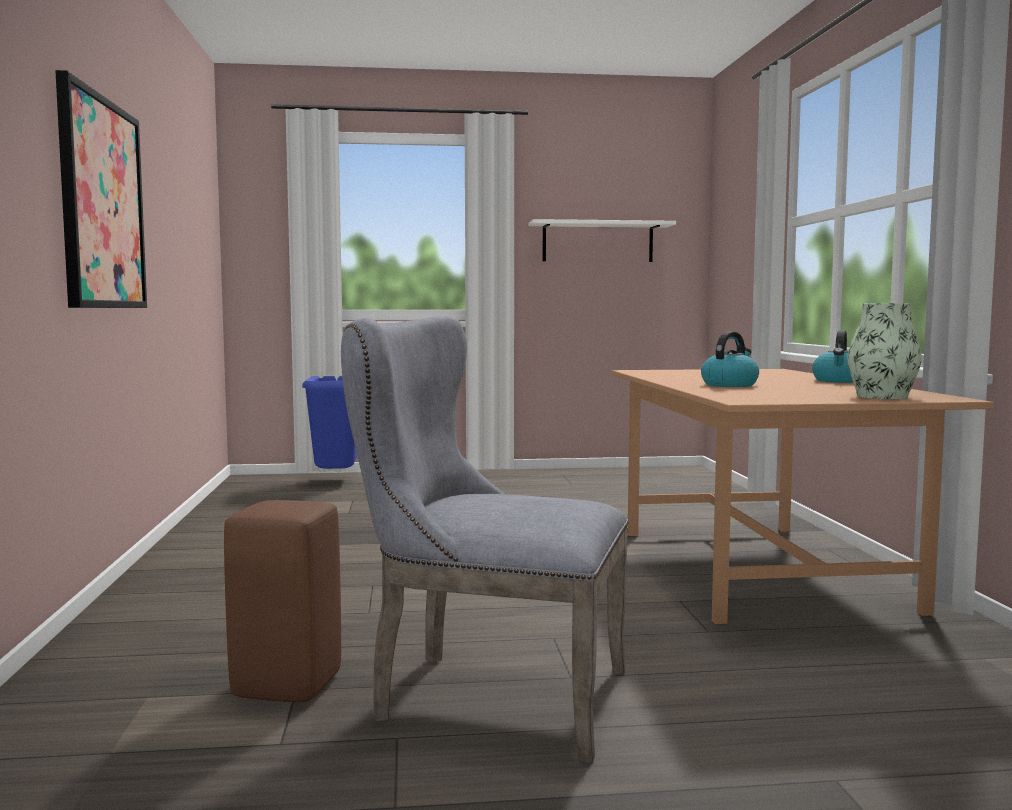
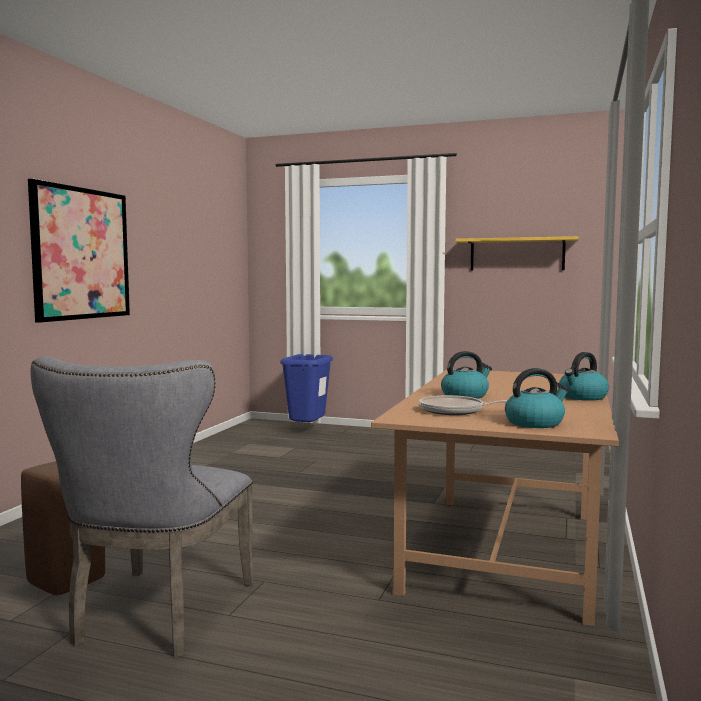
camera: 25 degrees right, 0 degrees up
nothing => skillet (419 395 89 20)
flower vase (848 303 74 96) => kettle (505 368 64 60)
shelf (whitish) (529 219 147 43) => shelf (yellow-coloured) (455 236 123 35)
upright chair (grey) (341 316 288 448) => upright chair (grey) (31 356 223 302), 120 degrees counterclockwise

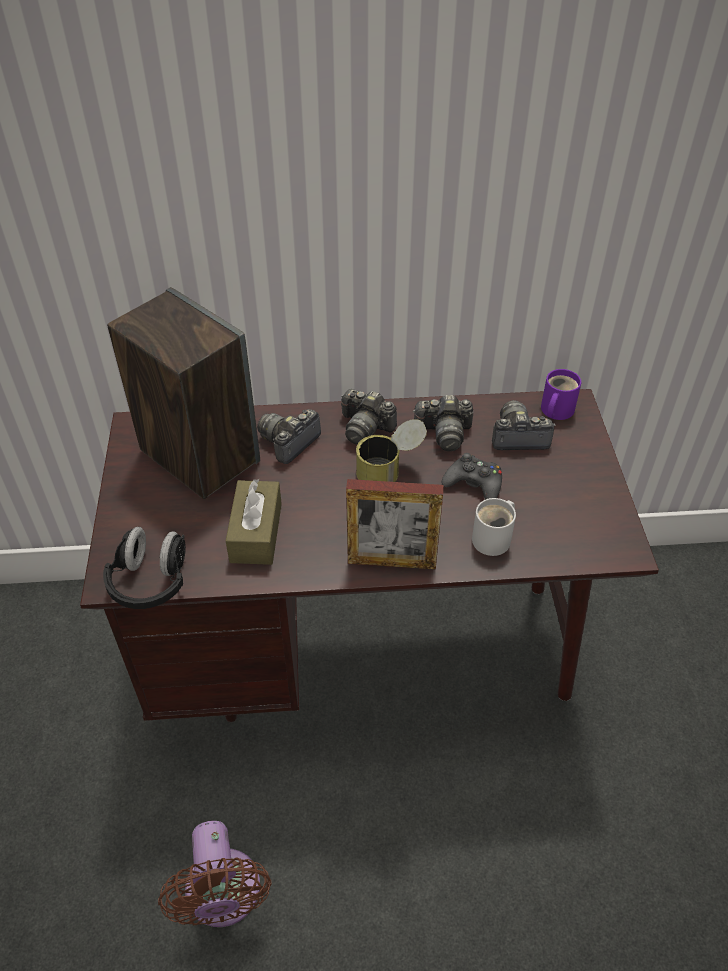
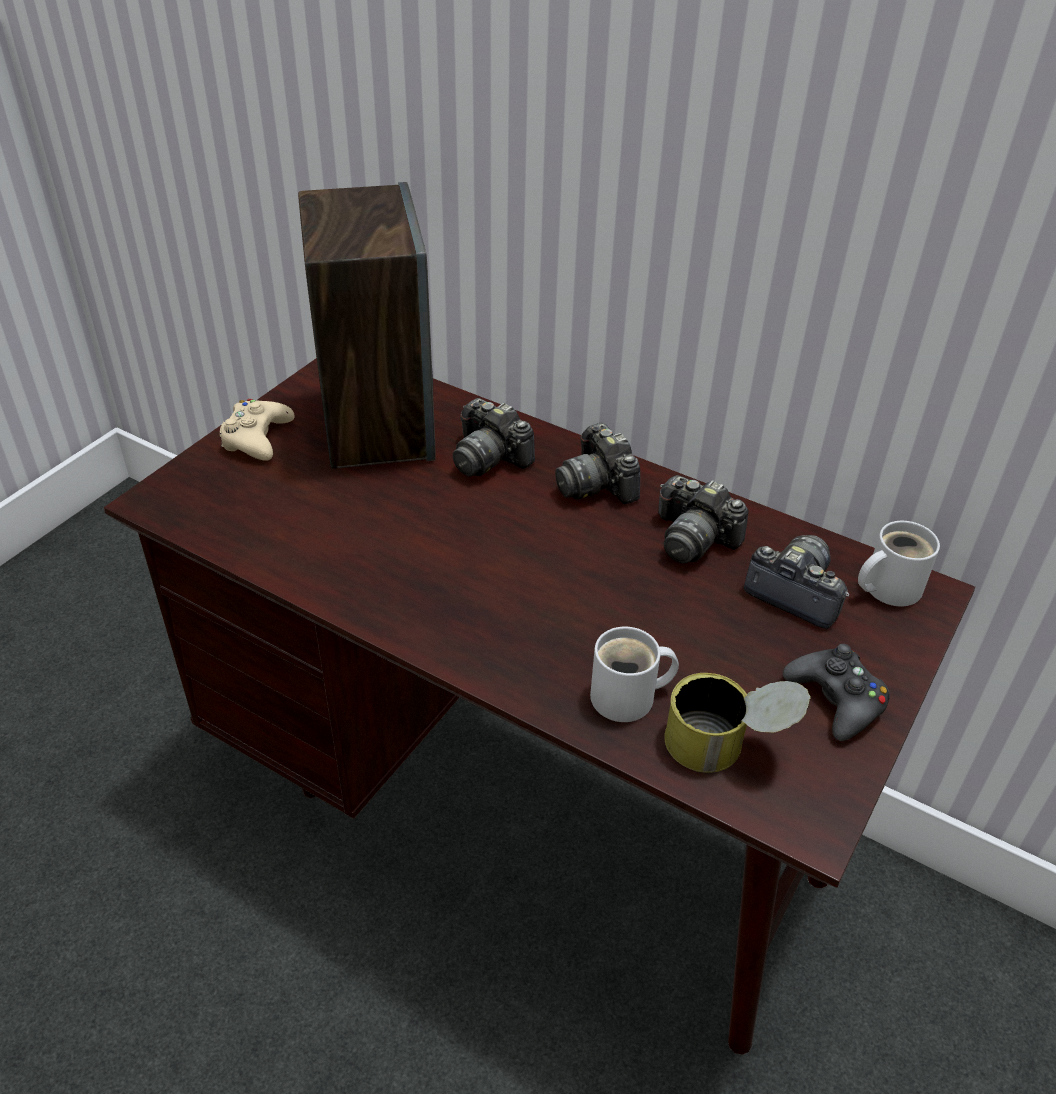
camera: 35 degrees right, 5 degrees down
headset (blackish) (103 527 83 82) => nothing
electric fan (brown) (158 821 114 106) => nothing
box of tissues (brown) (226 479 56 86) => nothing
picture frame (346 479 97 91) => nothing
nothing => gamepad (beige-coloured) (220 399 75 62)
metal can (356 419 71 63) => metal can (664 673 147 100), moved
gamepad (blackish) (442 453 60 47) => gamepad (blackish) (783 644 107 97), moved
tea mug (purplish) (541 369 40 51) => tea mug (whitish) (858 521 82 85)
still camera (257 409 64 55) => still camera (453 398 82 79), 120 degrees counterclockwise

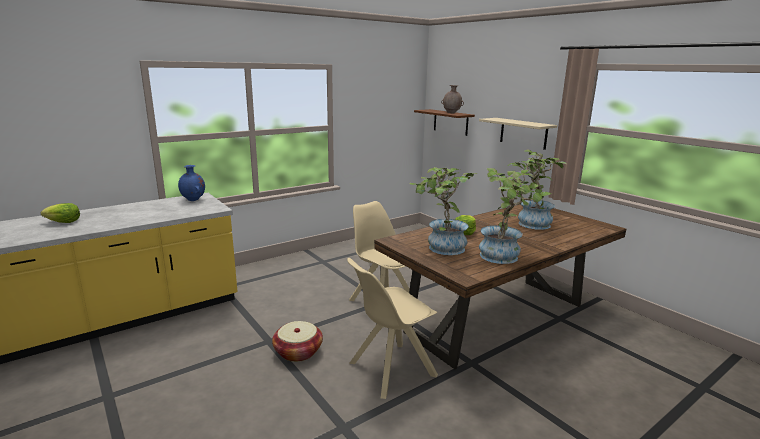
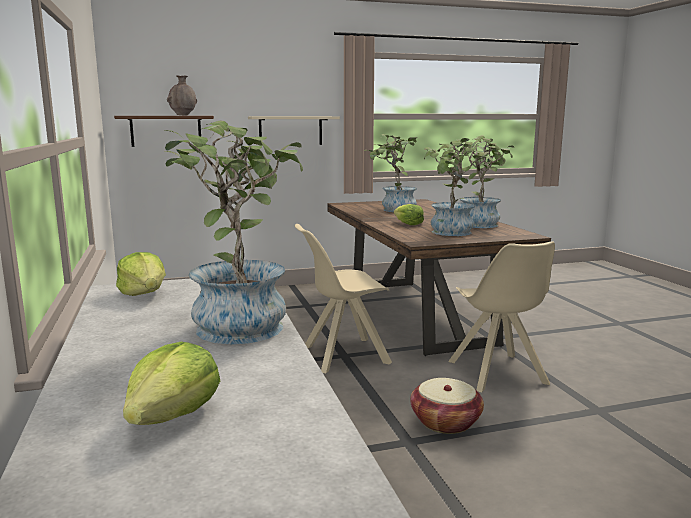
camera: 70 degrees left, 5 degrees down
nothing => plant in a pot (163 120 140 224)
flower vase (blue-coloured) (178 165 27 36) => lettuce head (116 252 50 44)

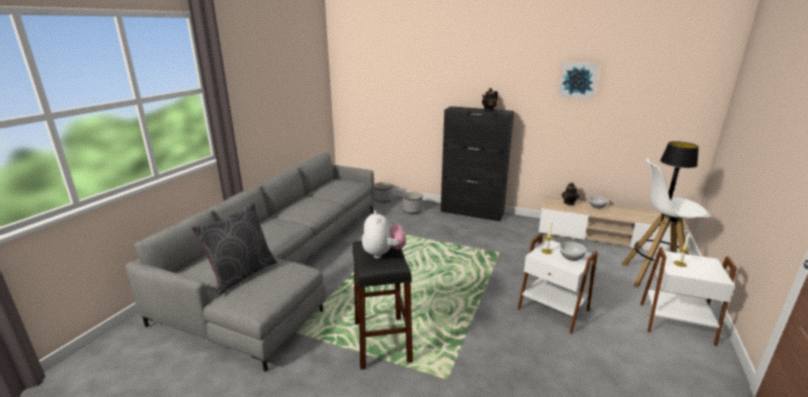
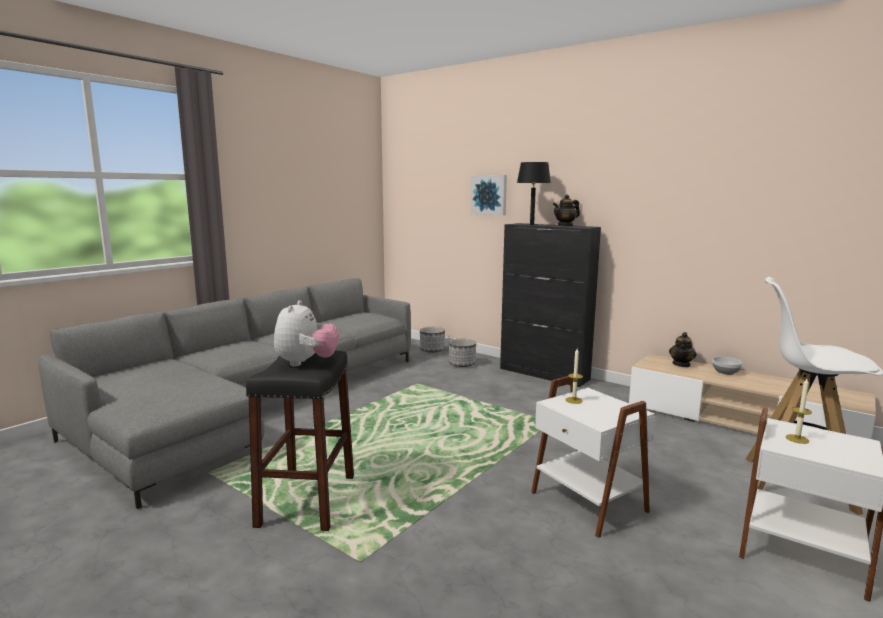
camera: 15 degrees right, 10 degrees down
pillow (grey) (191 202 86 93) => nothing
serving bowl (560 242 26 19) => nothing
wall art (559 62 41 37) => wall art (471 175 36 40), moved
table lamp (blackish) (660 141 39 59) => table lamp (blackish) (517 162 34 63), moved

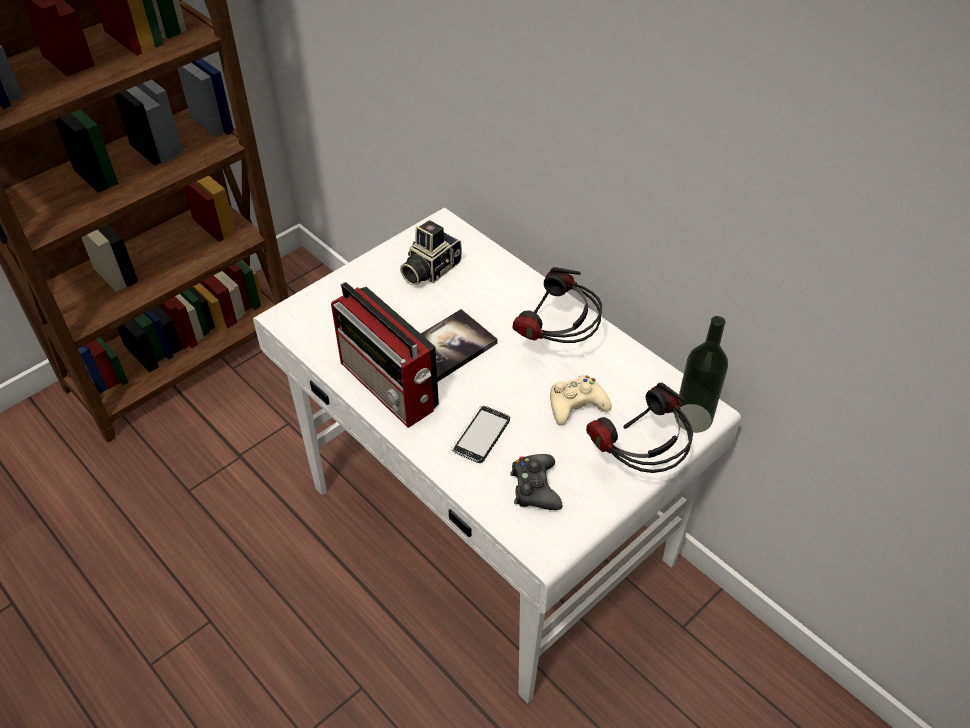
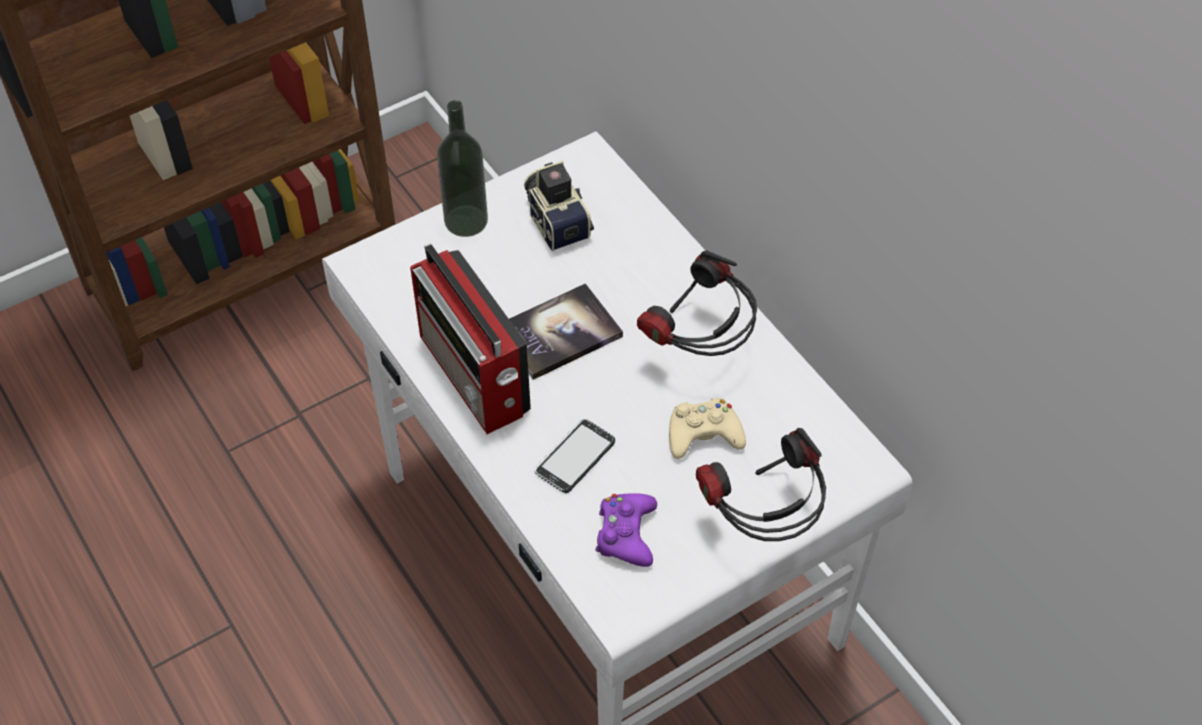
camera: 10 degrees right, 5 degrees up
bottle (675 316 53 117) => bottle (437 100 51 137), moved
gamepad (blackish) (510 454 52 56) => gamepad (purplish) (596 493 61 74)
still camera (400 220 62 65) => still camera (524 161 70 90), 105 degrees clockwise

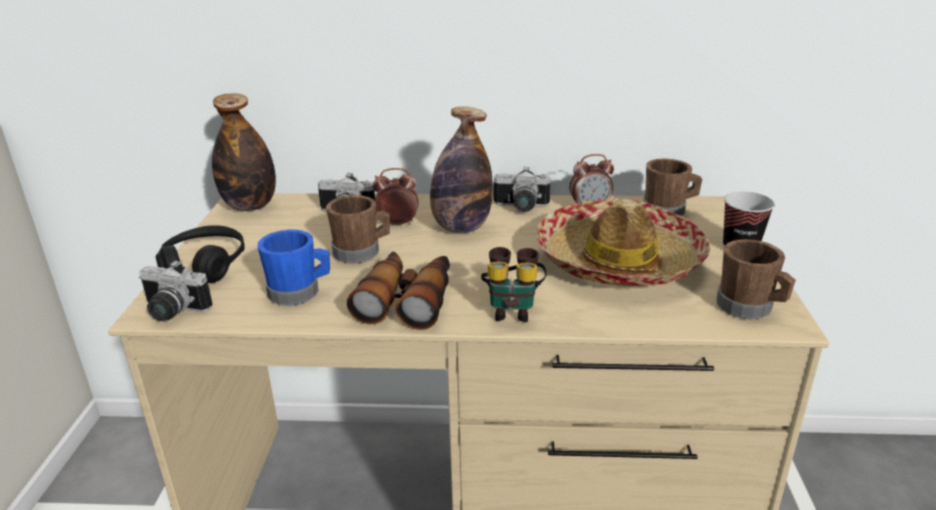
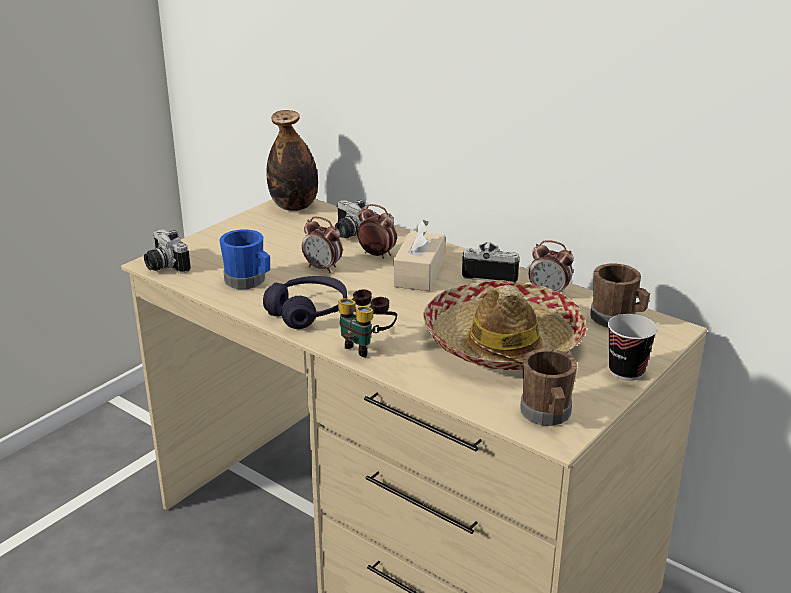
camera: 35 degrees right, 0 degrees up
headset (blackish) (156 225 89 58) => nothing
tea mug (brown) (326 195 64 69) => table clock (302 217 41 56)
binoculars (347 251 103 79) => headset (purplish) (263 276 84 53)
bottle (430 107 63 126) => box of tissues (beige-coloured) (393 219 52 72)
still camera (494 166 57 46) => still camera (462 242 57 41), 150 degrees clockwise

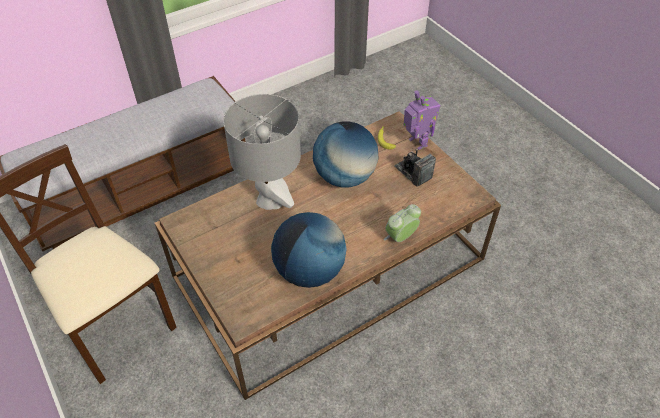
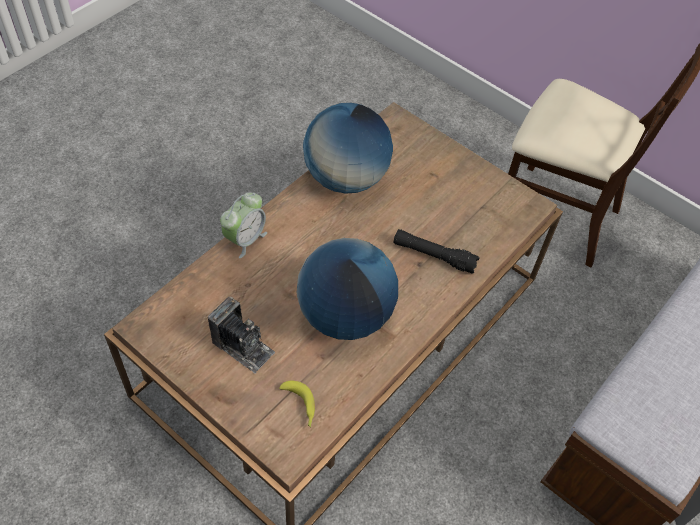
camera: 160 degrees right, 5 degrees up
toy robot (404 90 36 60) => nothing
table lamp (grey) (223 94 78 116) => torch (blackish) (393 229 86 45)

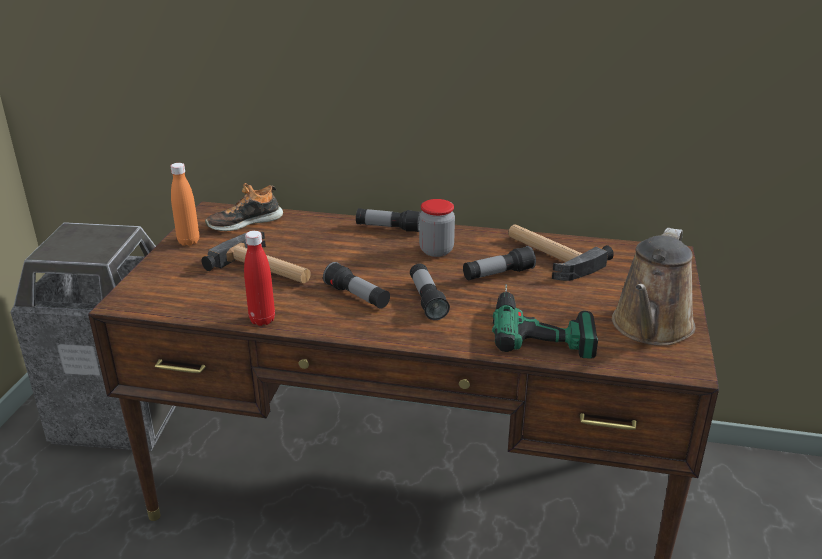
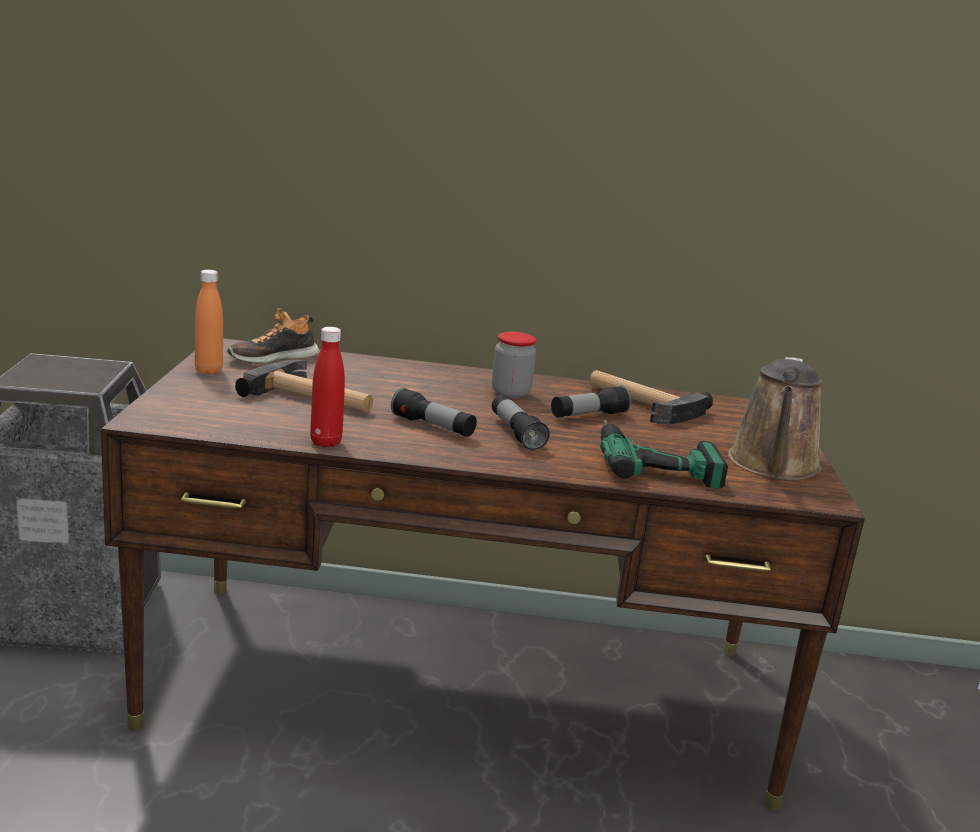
camera: 10 degrees left, 10 degrees down
torch (356 208 65 24) => nothing

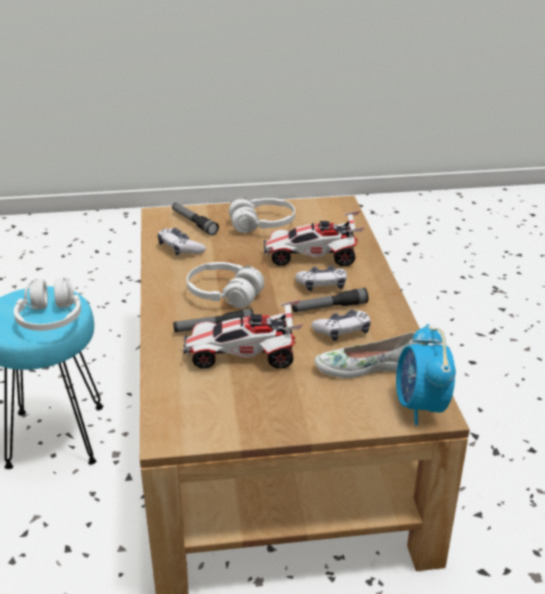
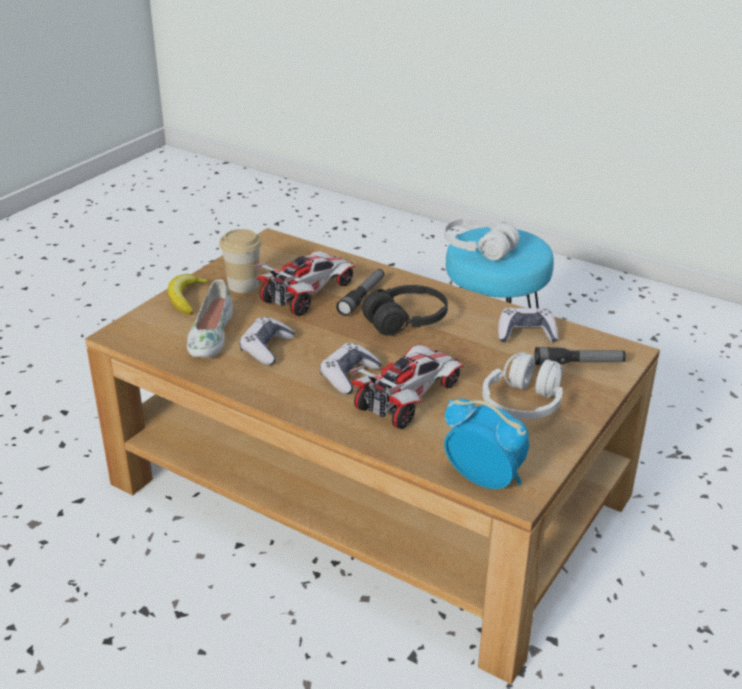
camera: 130 degrees right, 0 degrees up
torch (292 288 77 24) => nothing
nothing => banana fruit (168 274 43 41)
nothing => drinking cup (219 229 43 64)
table clock (396 324 60 101) => table clock (444 399 85 90), moved
headset (whitish) (187 262 77 46) => headset (blackish) (362 285 86 51)
low shoe (whitish) (315 332 105 46) => low shoe (whitish) (187 279 46 79), 150 degrees clockwise

